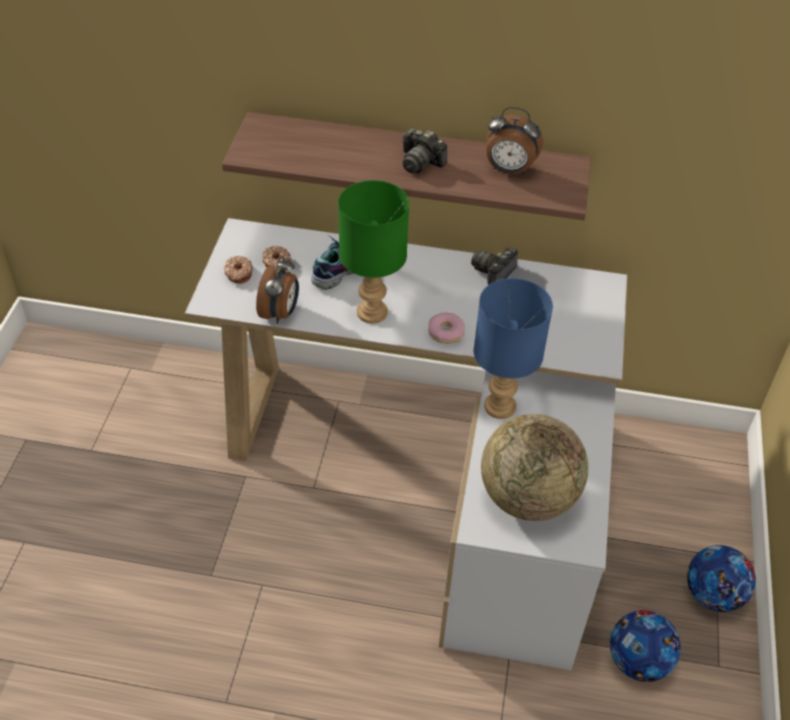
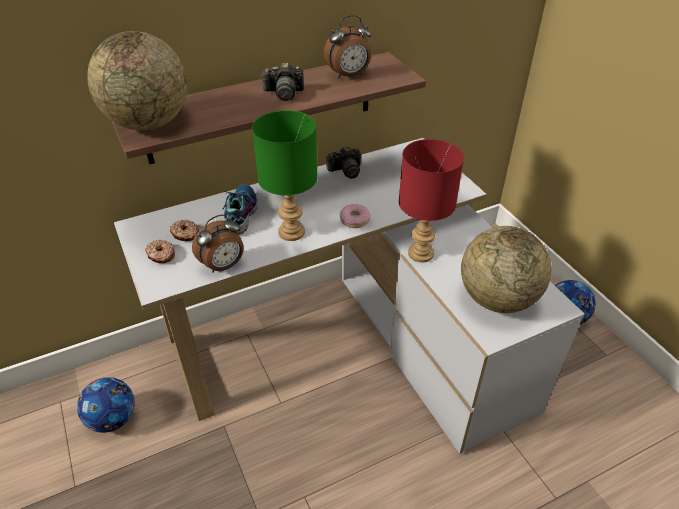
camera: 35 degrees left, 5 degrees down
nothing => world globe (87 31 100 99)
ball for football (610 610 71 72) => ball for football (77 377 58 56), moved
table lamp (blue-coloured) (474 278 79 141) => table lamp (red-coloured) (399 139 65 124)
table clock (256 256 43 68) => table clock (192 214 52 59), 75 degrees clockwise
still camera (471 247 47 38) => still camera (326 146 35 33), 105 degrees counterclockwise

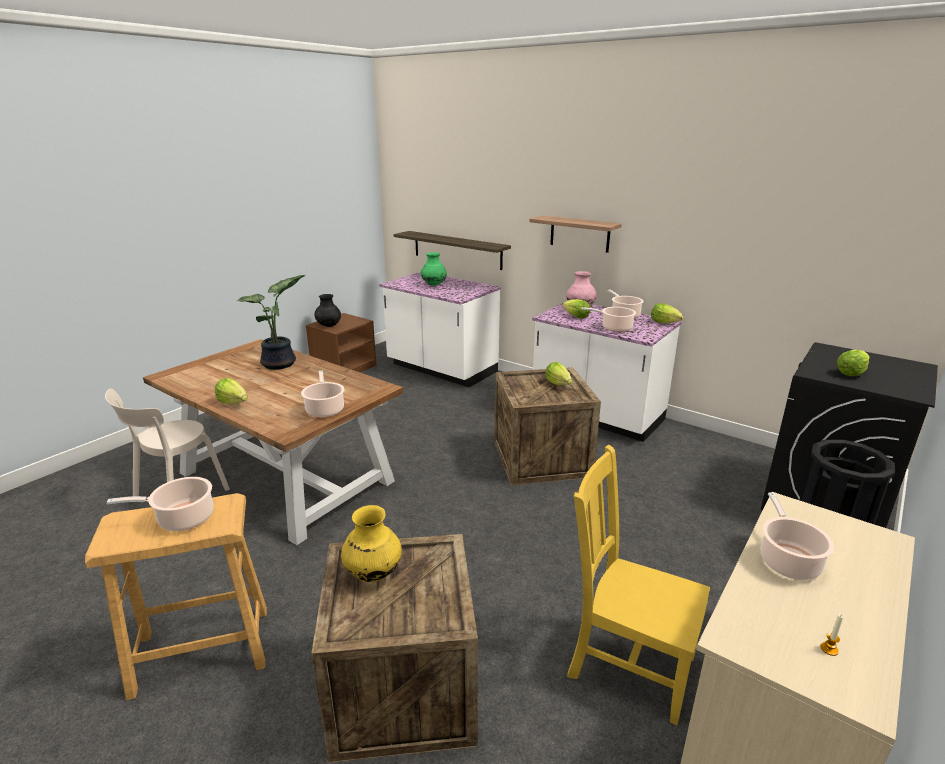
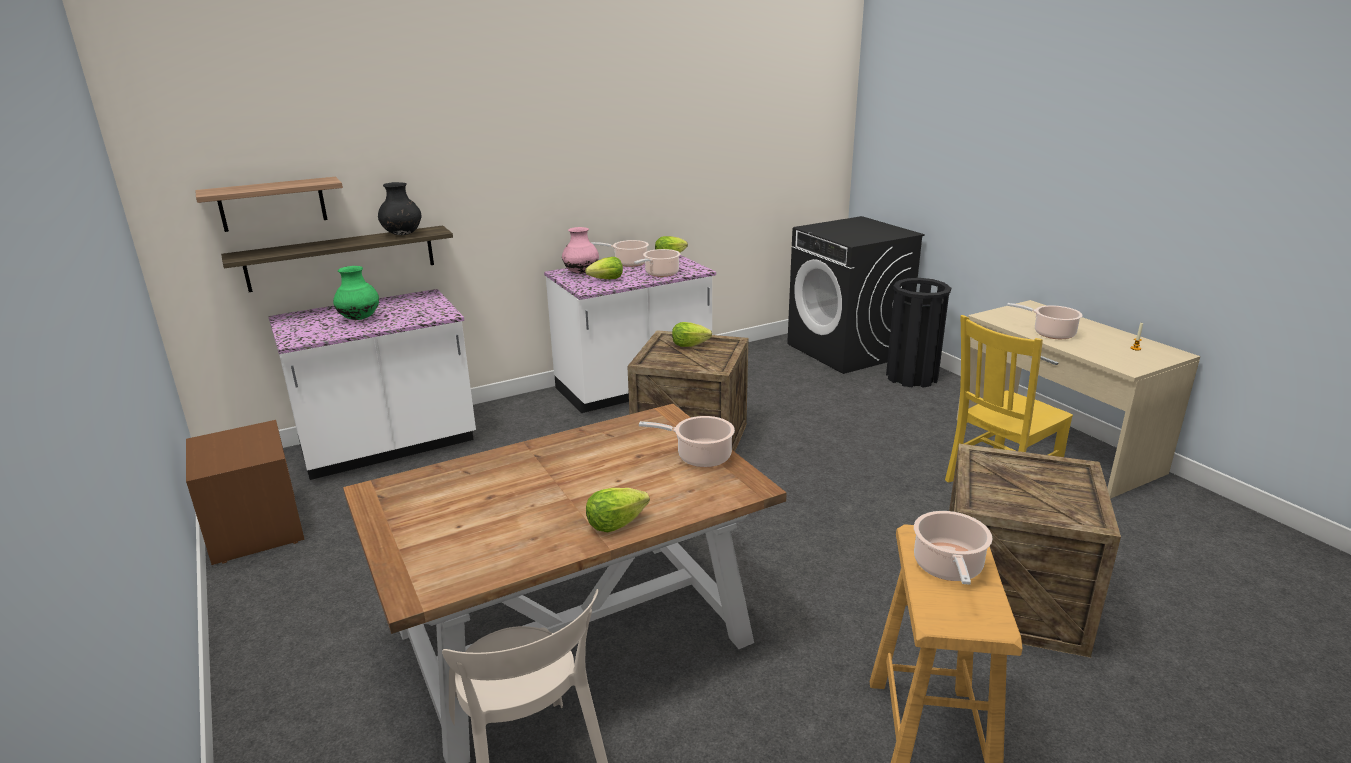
camera: 65 degrees left, 0 degrees up
plant in a pot (237 275 69 95) => nothing
flower vase (yellow-coloured) (341 505 61 77) => nothing
lettuce head (837 350 33 26) => nothing
flower vase (blackish) (315 294 26 33) => flower vase (blackish) (378 182 43 53), moved
shelf (529 215 93 38) => shelf (195 177 148 55), moved

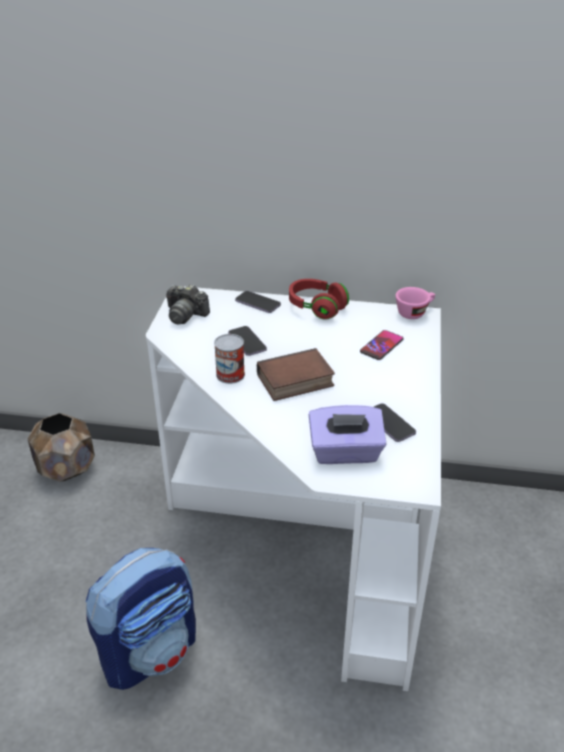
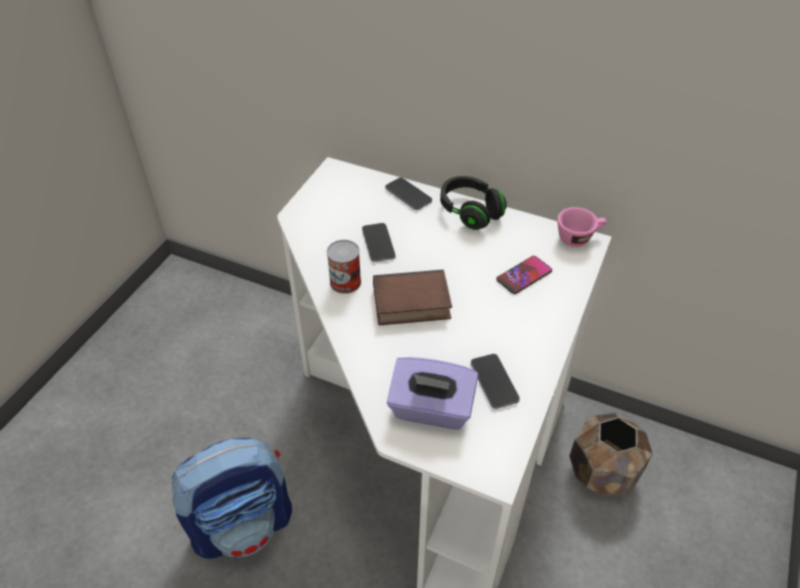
camera: 15 degrees right, 10 degrees up
still camera (166 284 44 41) => nothing
plant pot (brown) (27 413 68 69) => plant pot (brown) (569 413 84 84), moved
headset (red-coloured) (289 279 60 41) => headset (blackish) (440 176 67 54)

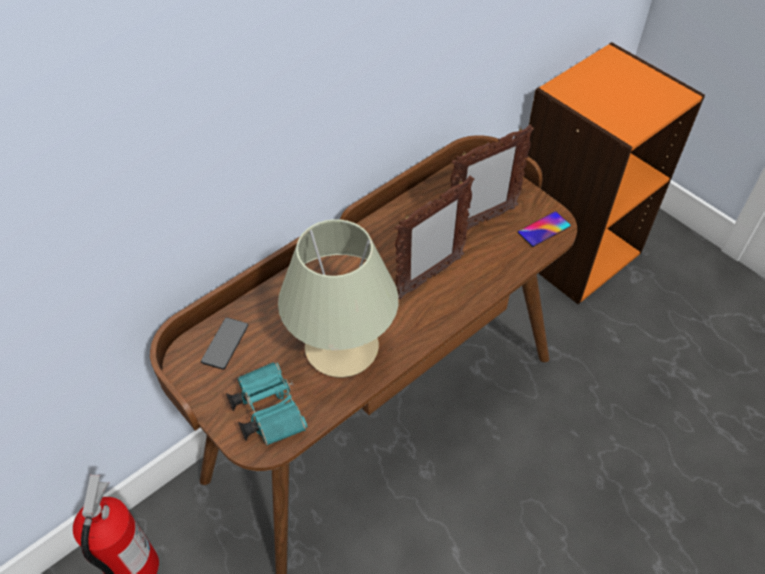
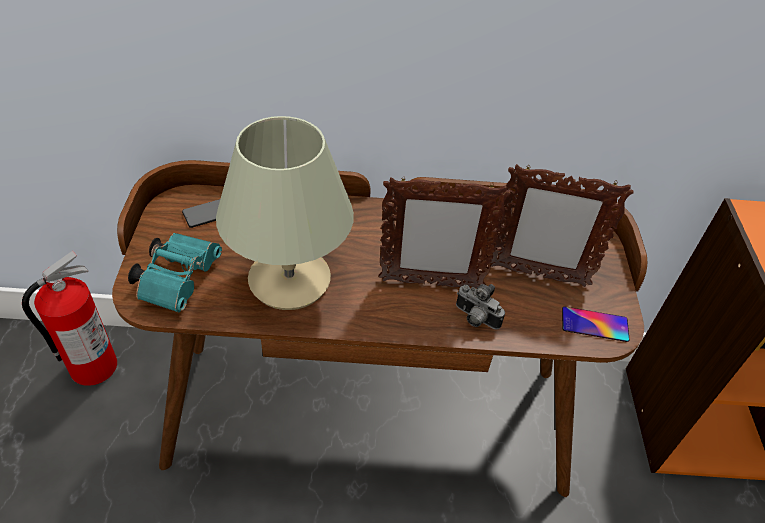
camera: 40 degrees right, 5 degrees down
nothing => still camera (456 284 49 45)

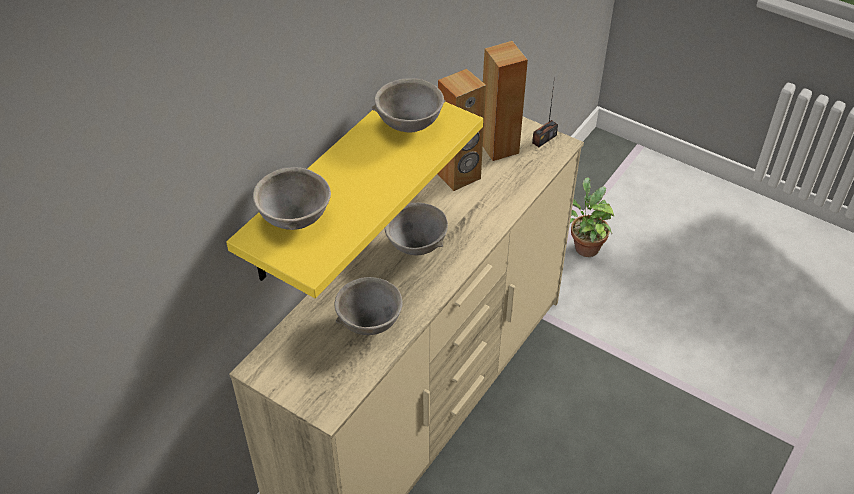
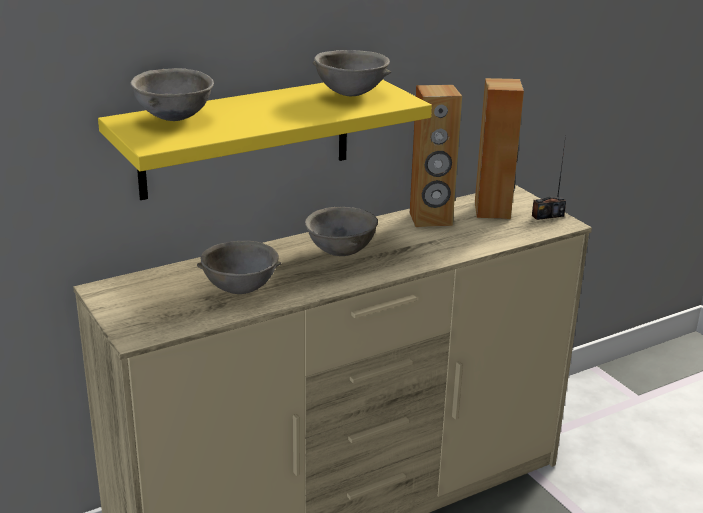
camera: 25 degrees right, 20 degrees down
plant in a pot (570 177 44 80) => nothing

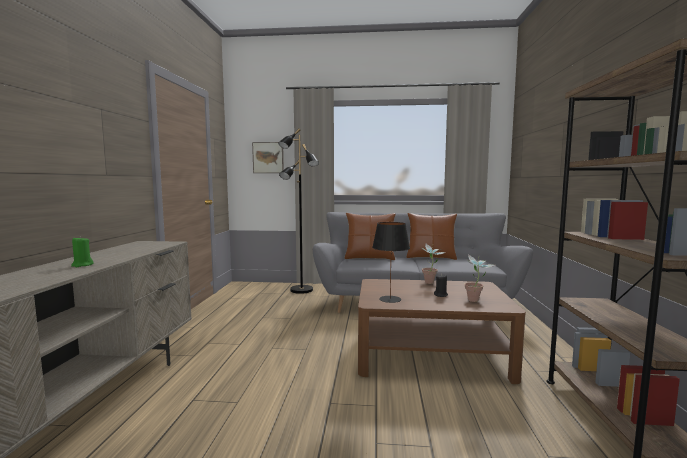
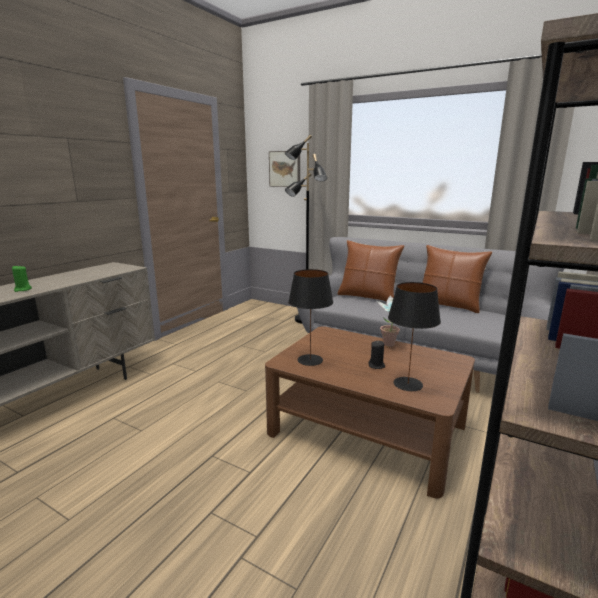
camera: 25 degrees right, 10 degrees up
plant in a pot (464 254 31 48) => table lamp (blackish) (388 282 53 109)

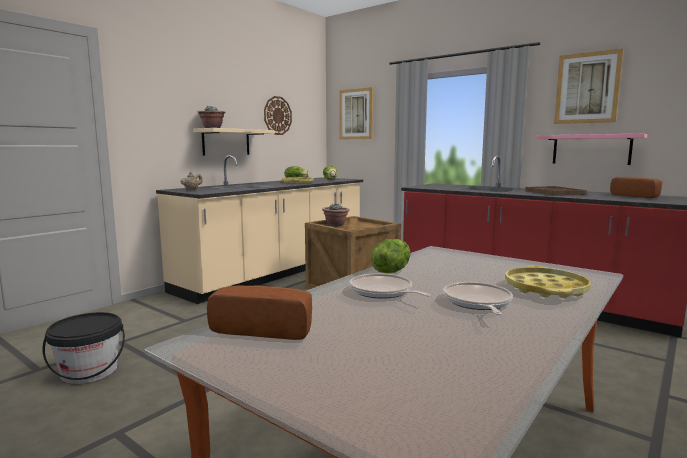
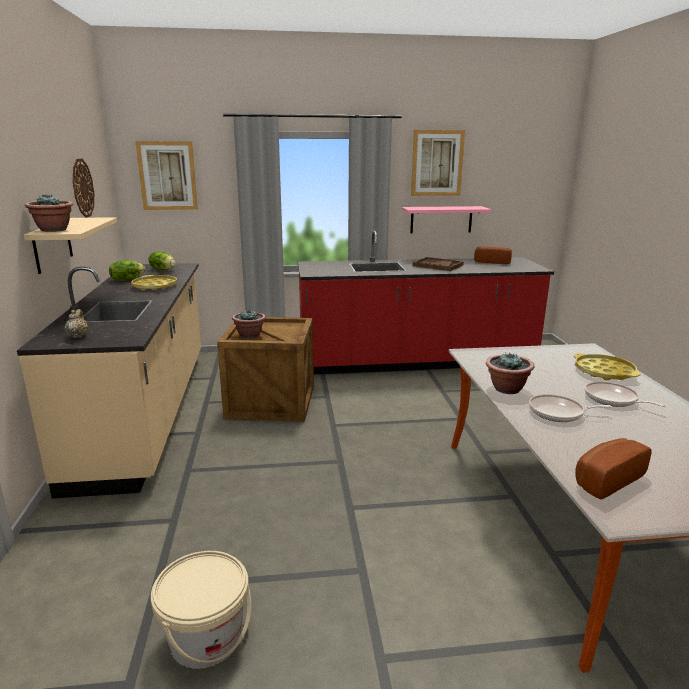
camera: 45 degrees left, 10 degrees up
lettuce head (371 239 39 34) => plant in a pot (486 352 48 42)
bucket (blackish) (42 312 83 72) => bucket (beige-coloured) (151 551 100 118)

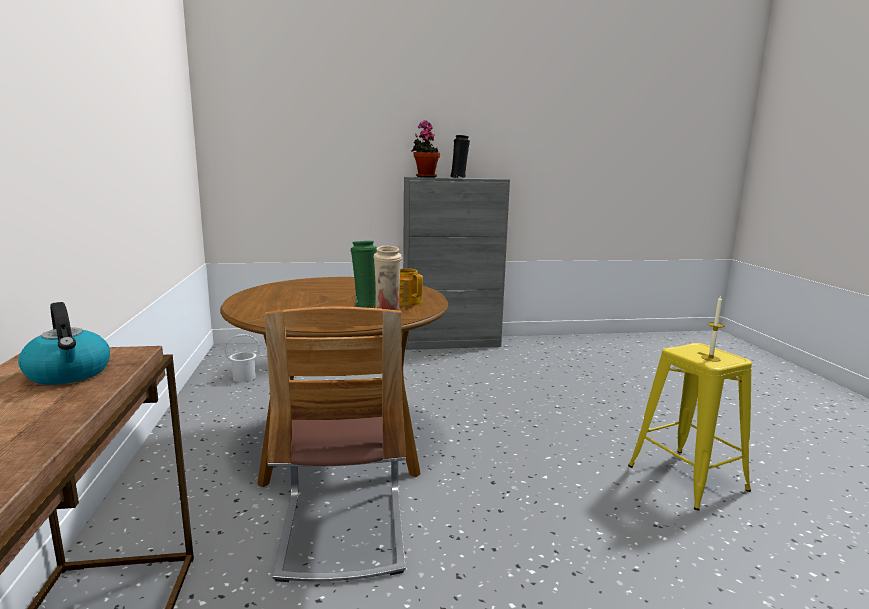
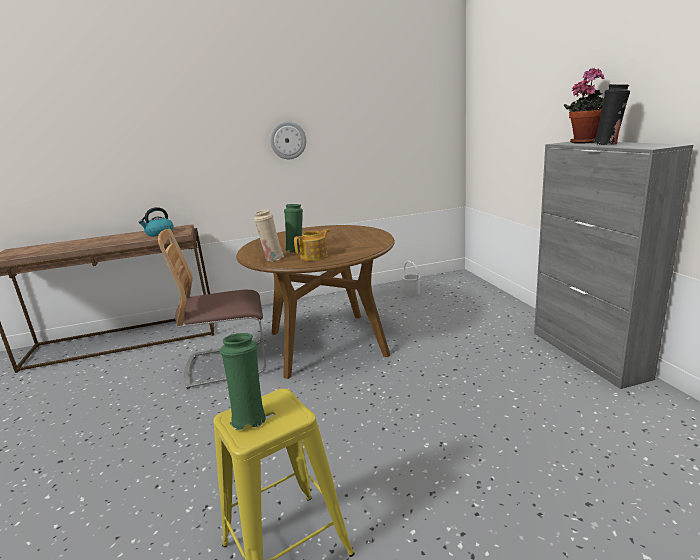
camera: 85 degrees right, 5 degrees up
nothing => clock on the wall (270 121 36 38)
candle (701 296 23 66) => flower vase (green-coloured) (220 333 46 97)

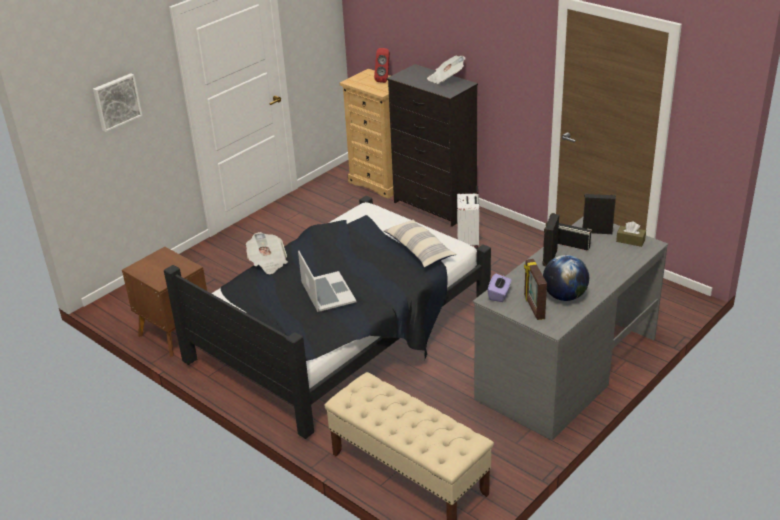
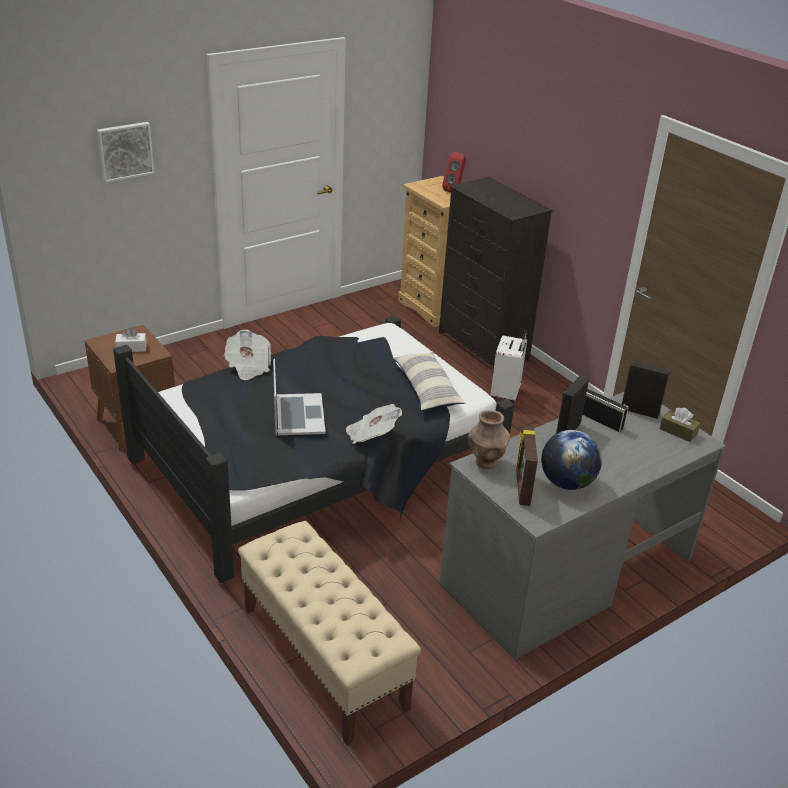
camera: 10 degrees right, 0 degrees up
nothing => box of tissues (whitish) (115 327 32 25)
printed paper (427 56 39 28) => printed paper (346 404 56 40), moved
box of tissues (purplish) (487 274 24 28) => flower vase (brown) (468 410 42 59)

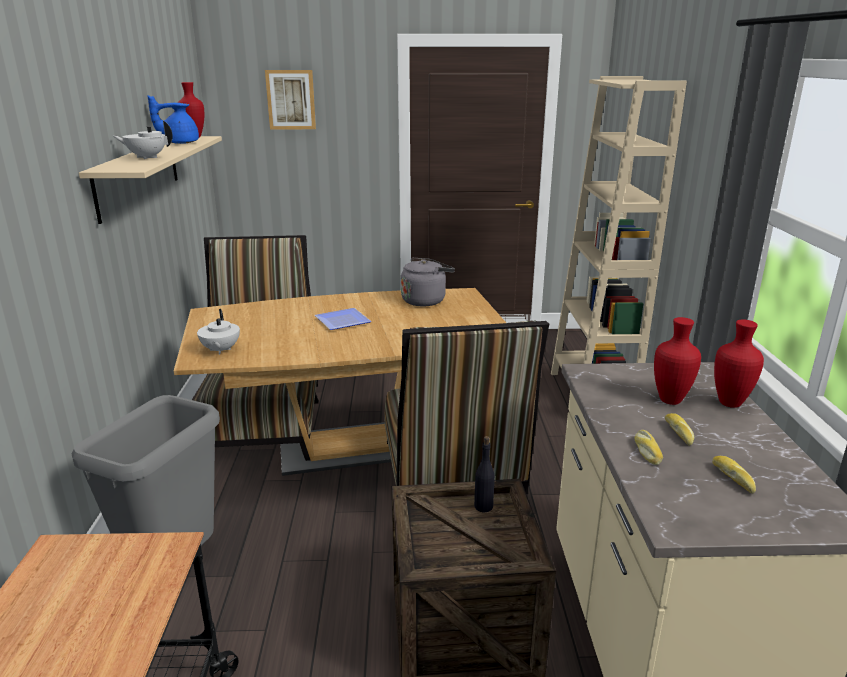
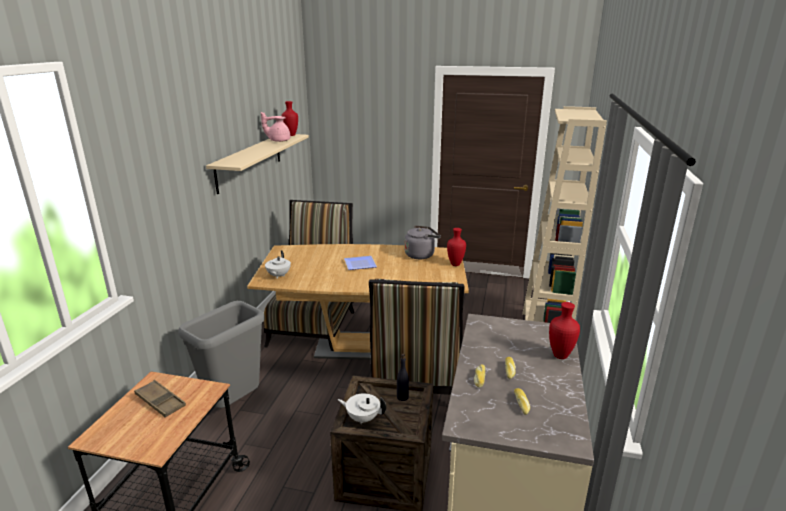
camera: 15 degrees right, 0 degrees up
wall art (265 70 51 59) => nothing
nothing => carrying tray (brown) (134 380 52 37)
teapot (whitish) (113 121 60 38) => teapot (whitish) (338 393 48 31), moved
flower vase (red-coloured) (654 317 47 88) => flower vase (red-coloured) (447 228 19 38), moved
teapot (blue-coloured) (147 95 52 49) => teapot (pink-coloured) (261 112 29 30)

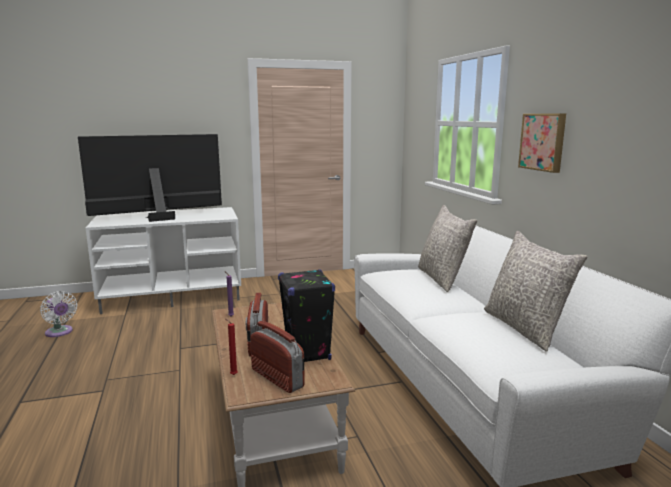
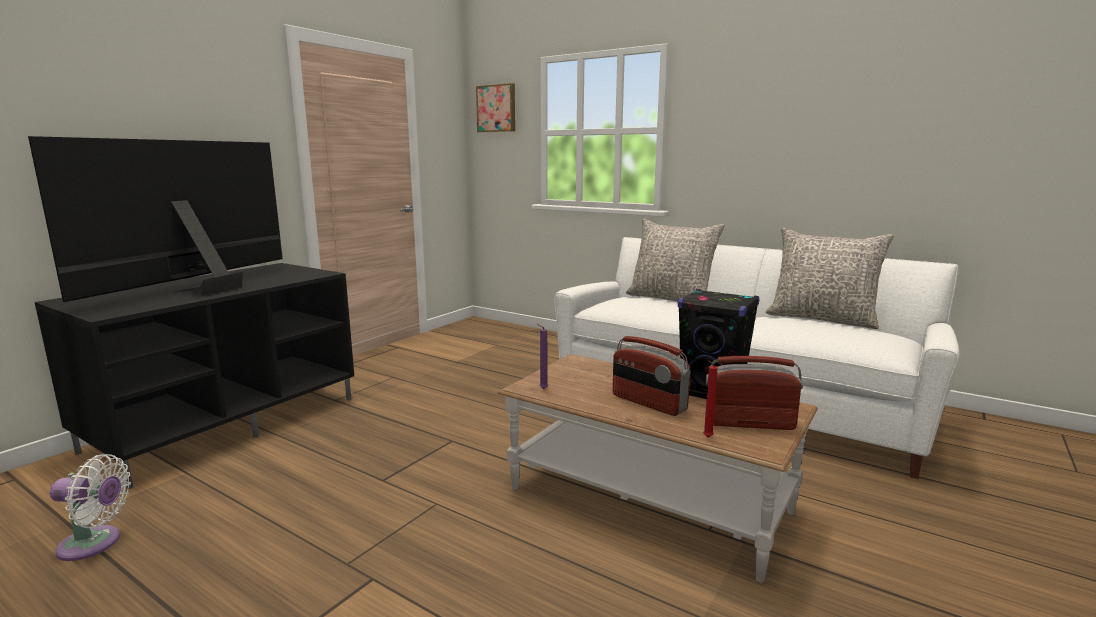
camera: 40 degrees left, 0 degrees up
wall art (518 114 48 59) => wall art (476 83 39 49), moved
tv stand (whitish) (86 207 155 107) => tv stand (blackish) (35 263 319 226)

